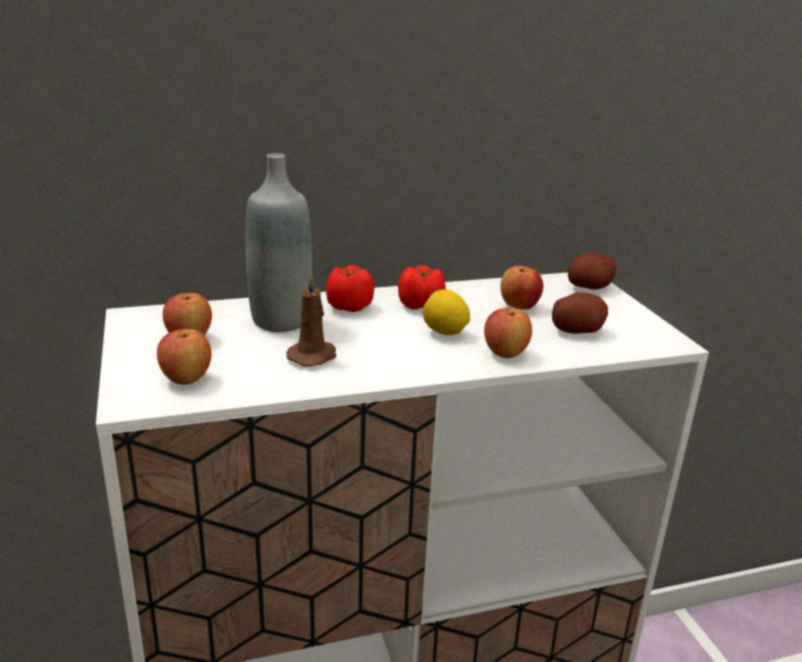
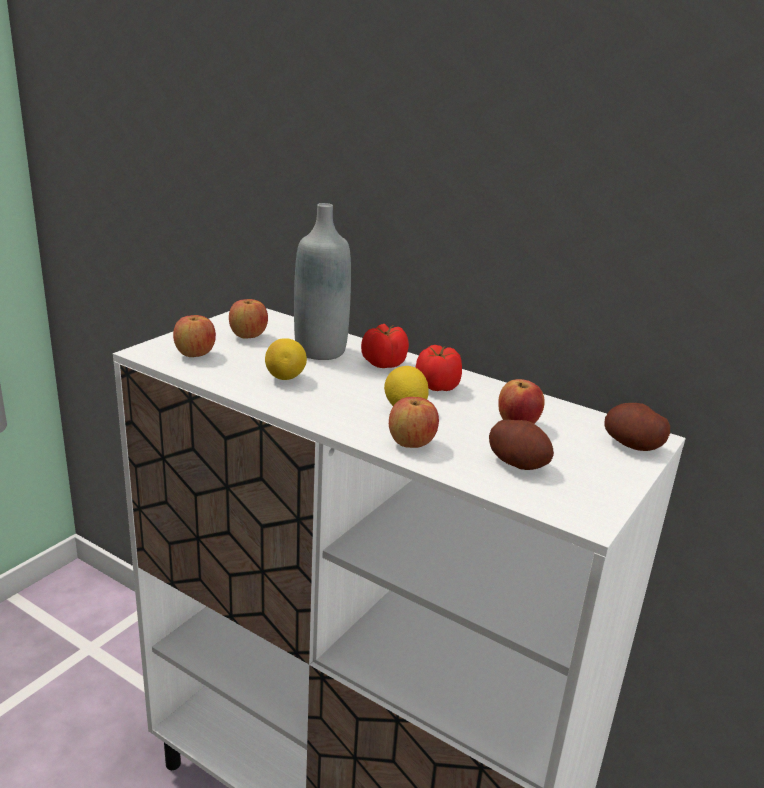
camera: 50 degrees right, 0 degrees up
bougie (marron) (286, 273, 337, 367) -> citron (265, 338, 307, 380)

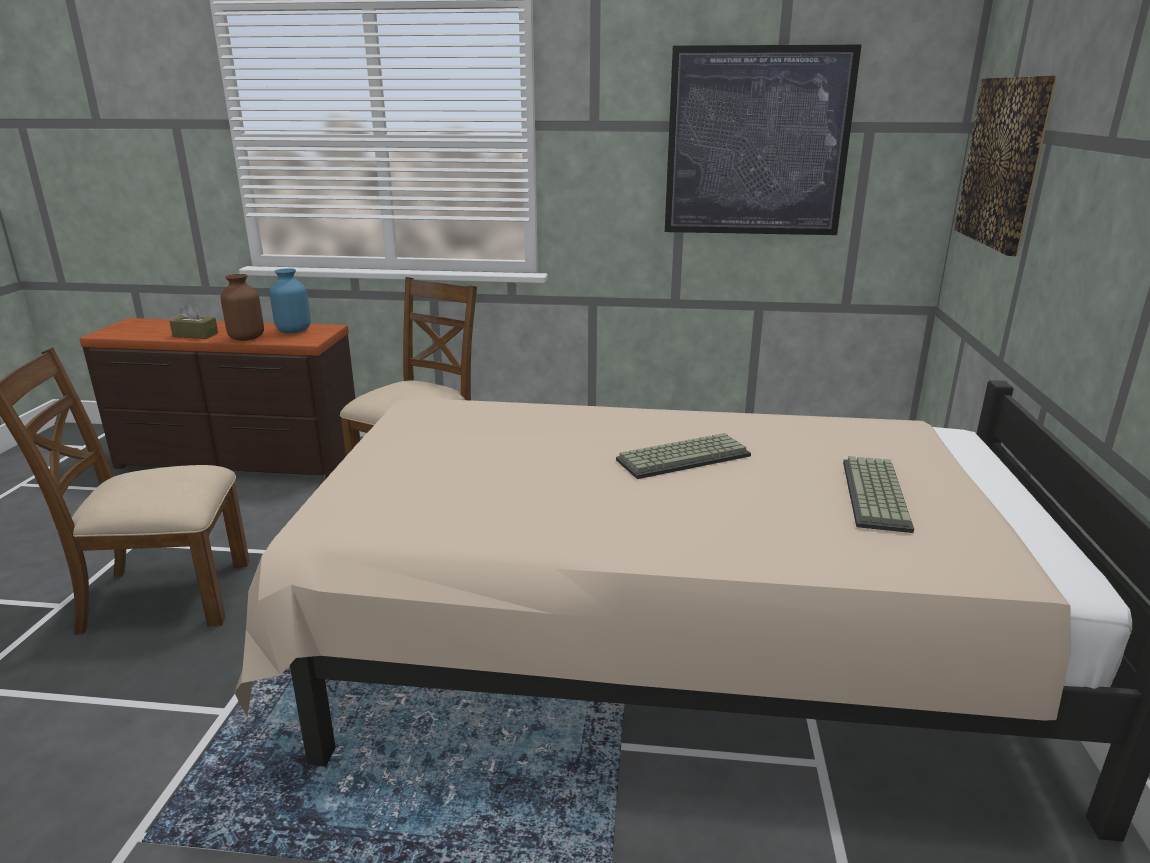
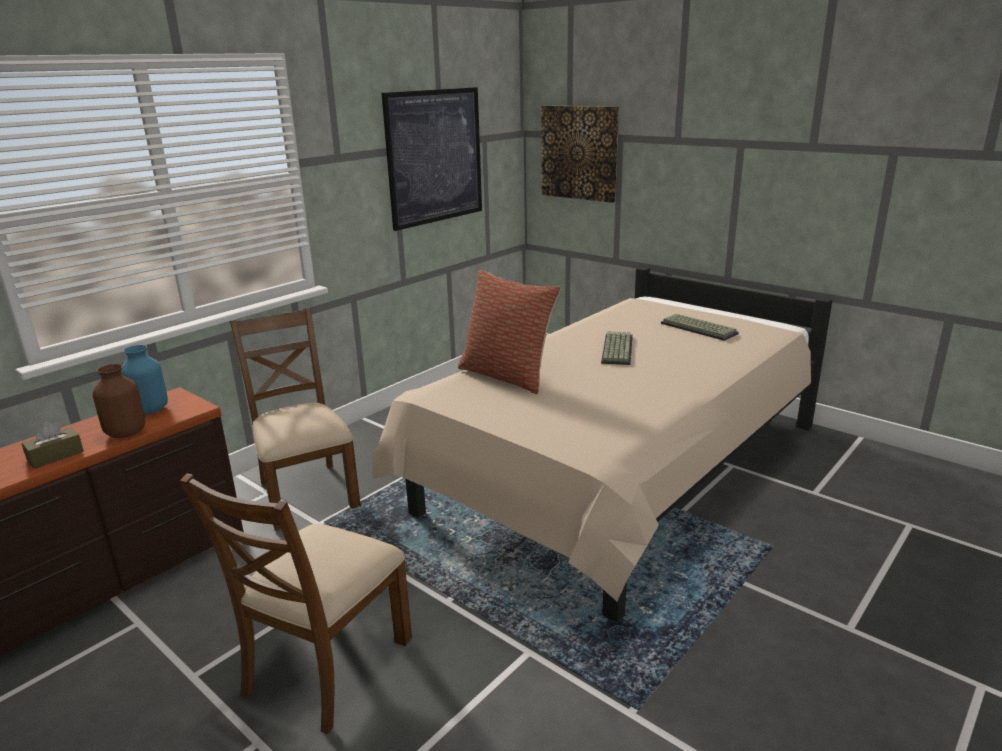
camera: 55 degrees left, 0 degrees up
none -> coussin (458, 270, 561, 394)

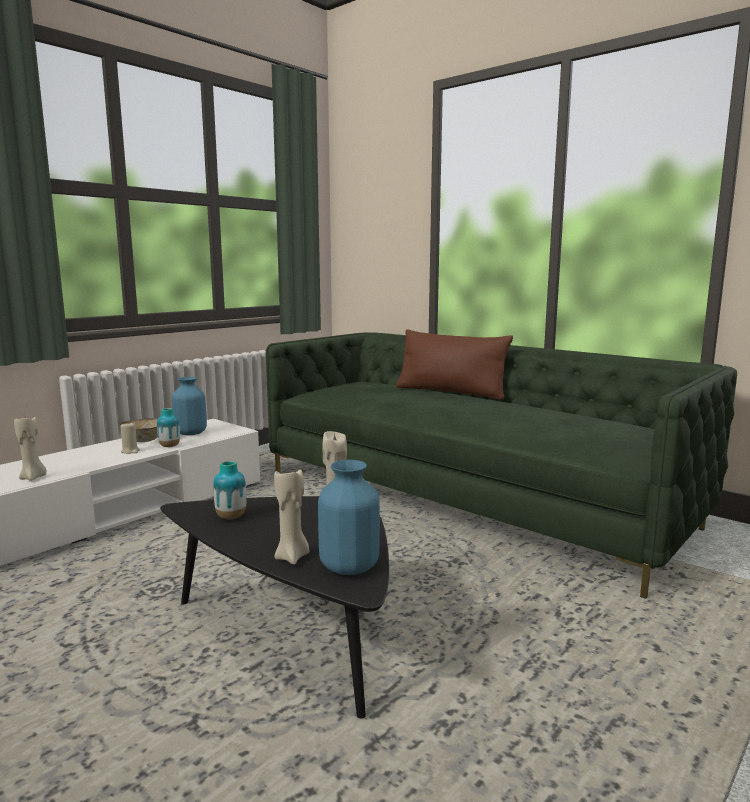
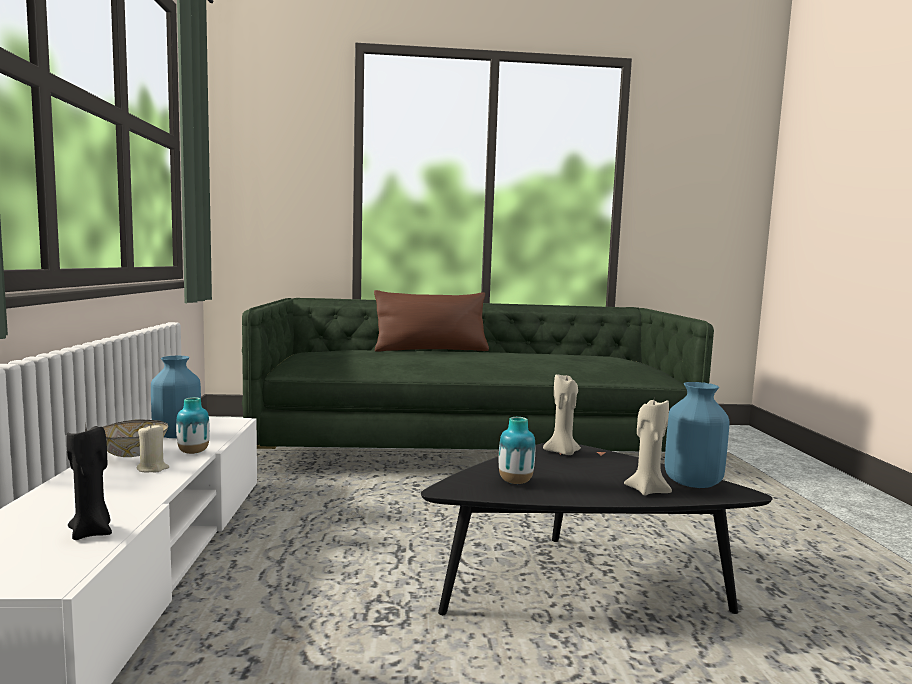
camera: 45 degrees left, 5 degrees down
bougie (beige) (14, 417, 47, 481) -> bougie (noir) (66, 426, 112, 540)

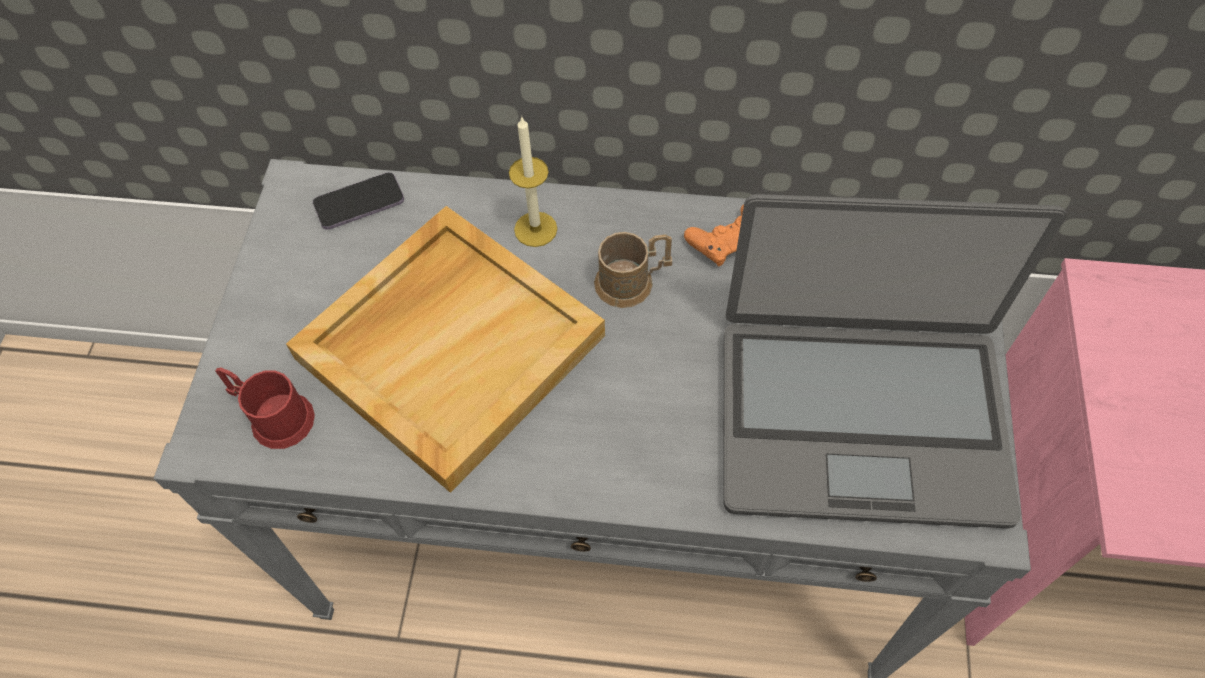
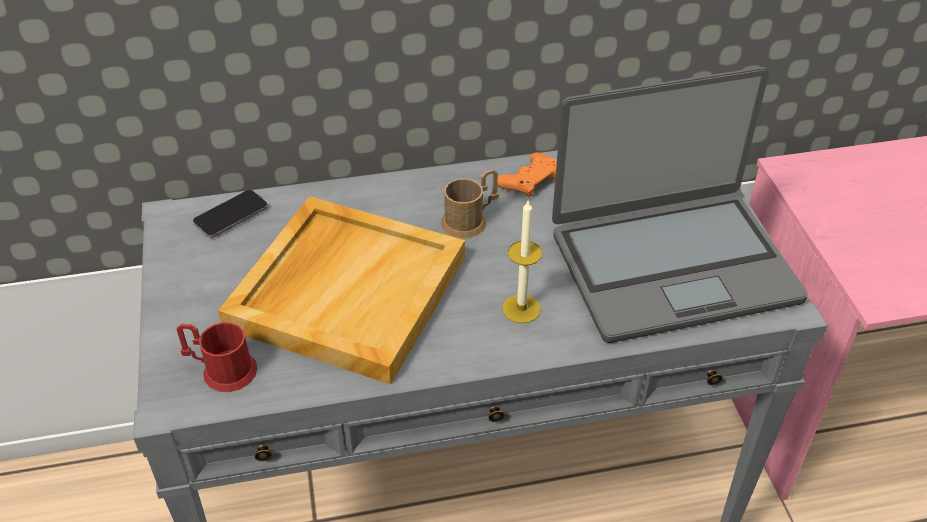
camera: 20 degrees left, 15 degrees down
bougie (509, 116, 557, 247) -> bougie (502, 199, 542, 323), shifted

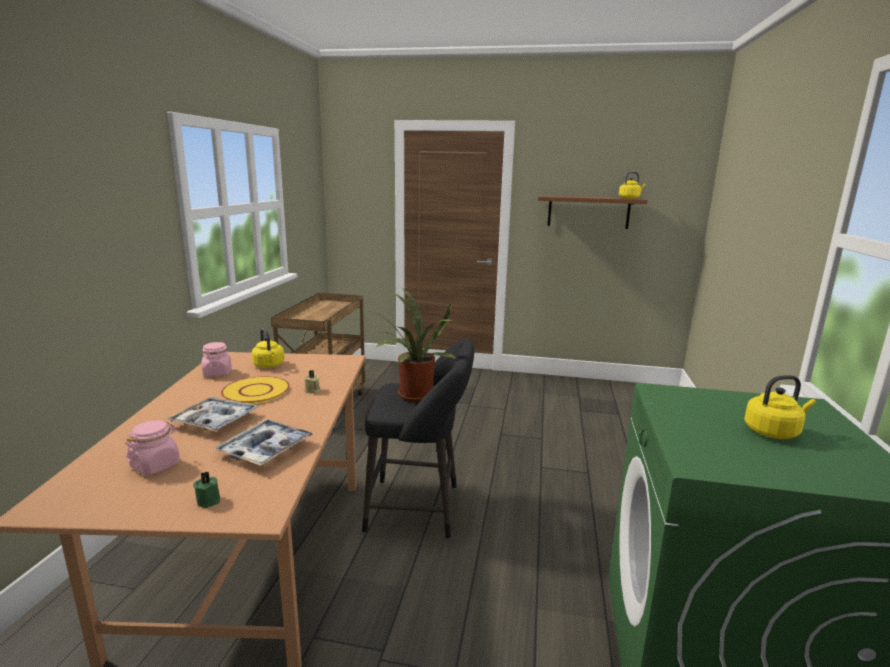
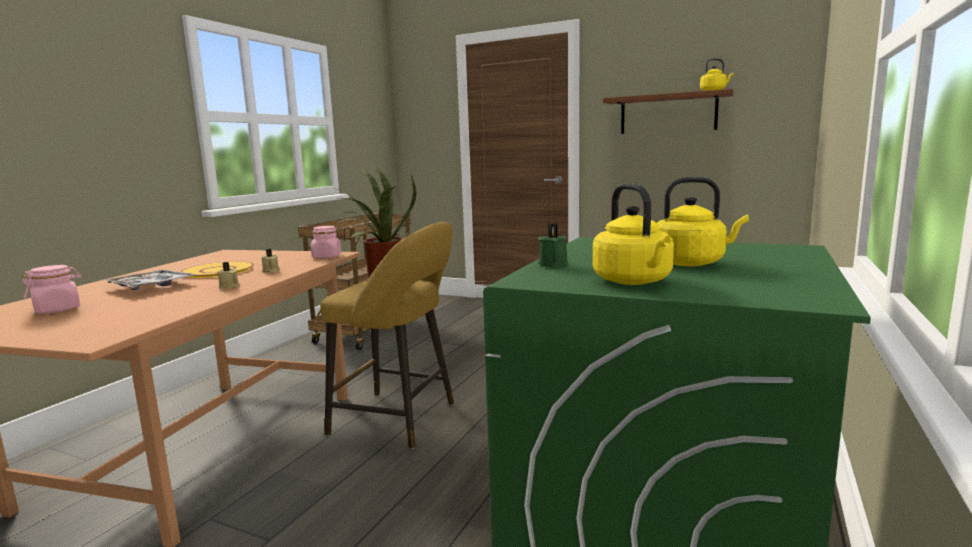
camera: 15 degrees right, 5 degrees down
plateau (213, 419, 314, 466) -> none
none -> bougie (beige) (217, 262, 240, 290)
bougie (vert) (193, 471, 220, 508) -> bougie (vert) (538, 223, 569, 268), shifted
bocal (rose) (202, 342, 231, 377) -> bocal (rose) (311, 226, 341, 258), shifted
bouilloire (jaune) (252, 328, 284, 368) -> bouilloire (jaune) (593, 183, 674, 285), shifted
tabouret (noir) (362, 338, 474, 539) -> tabouret (jaune) (320, 222, 454, 449)

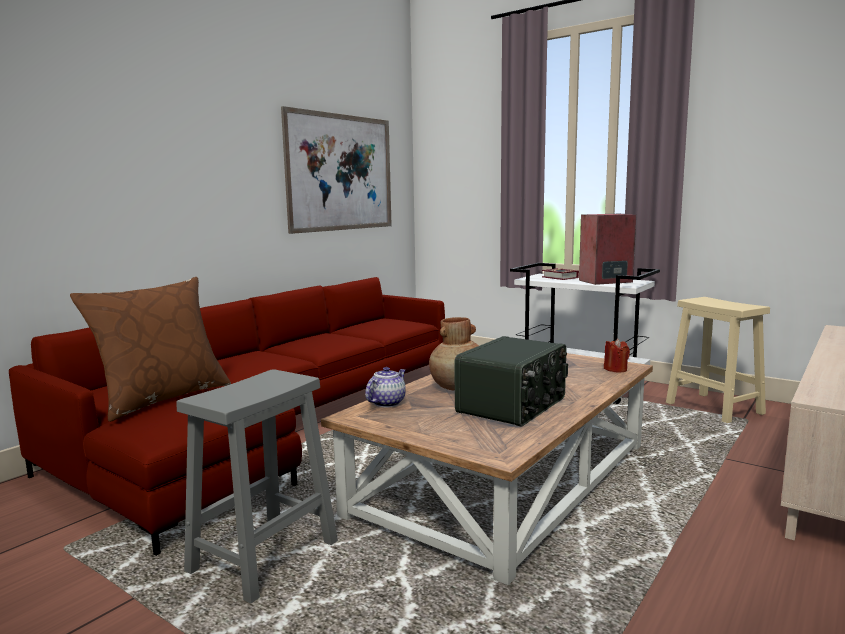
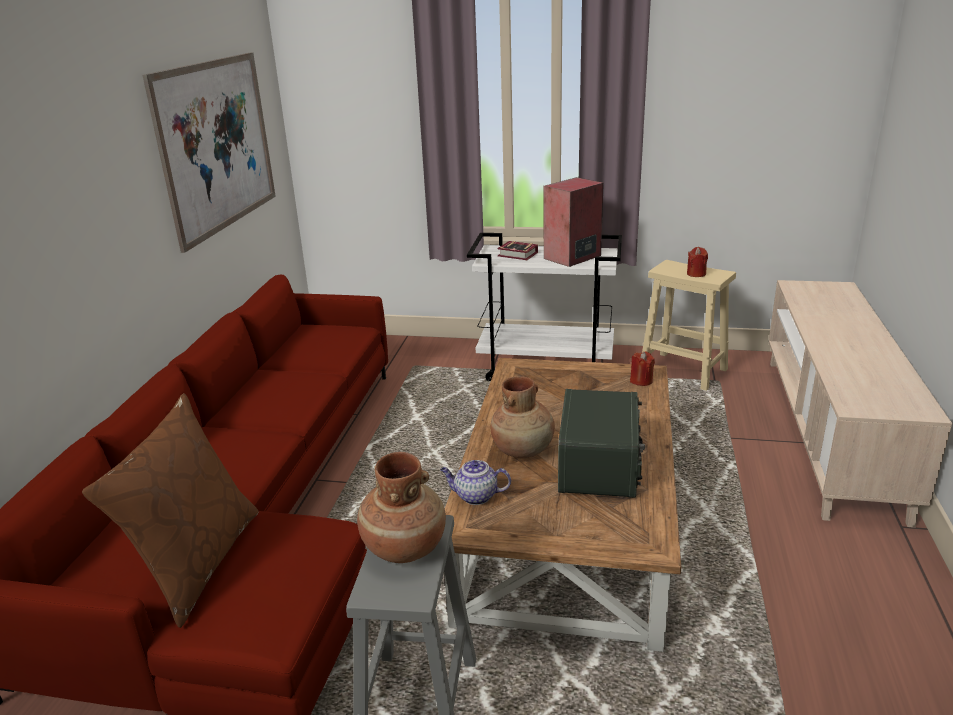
camera: 25 degrees left, 15 degrees up
none -> vase (marron) (357, 452, 446, 563)
none -> bougie (rouge) (687, 247, 708, 277)
théière (365, 367, 406, 408) -> théière (440, 460, 511, 505), 90 degrees counterclockwise

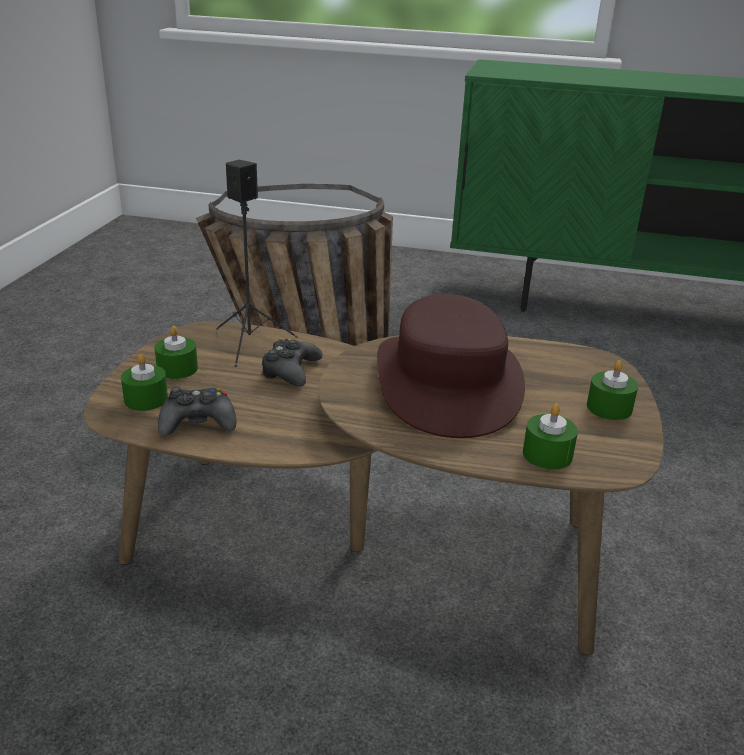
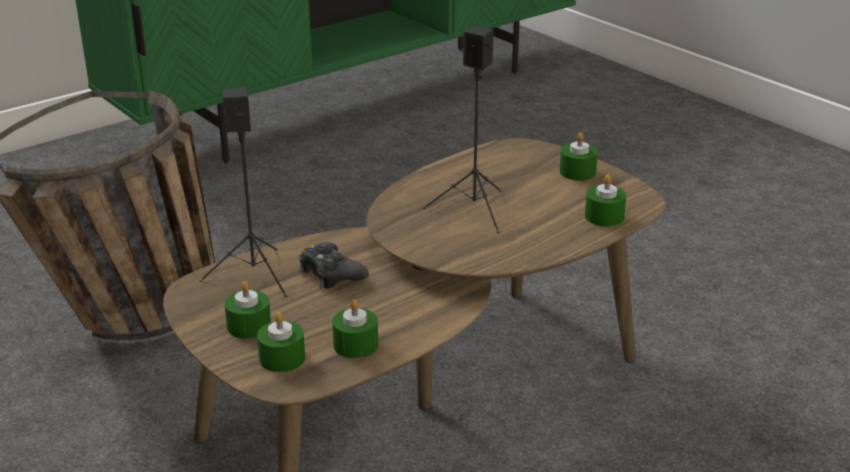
camera: 50 degrees left, 0 degrees up
manette (noir) (158, 387, 236, 436) -> bougie (vert) (332, 299, 378, 358)
chapeau (marron) (377, 294, 525, 438) -> enceinte (noir) (423, 26, 502, 233)

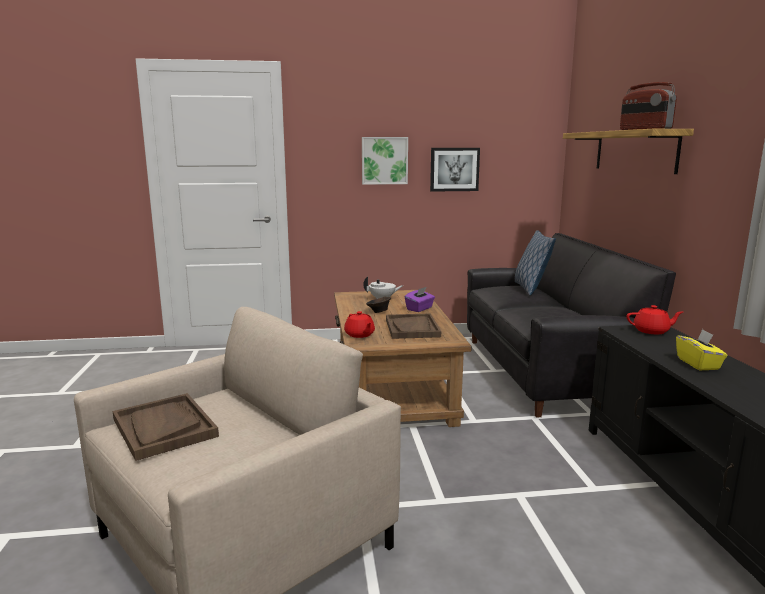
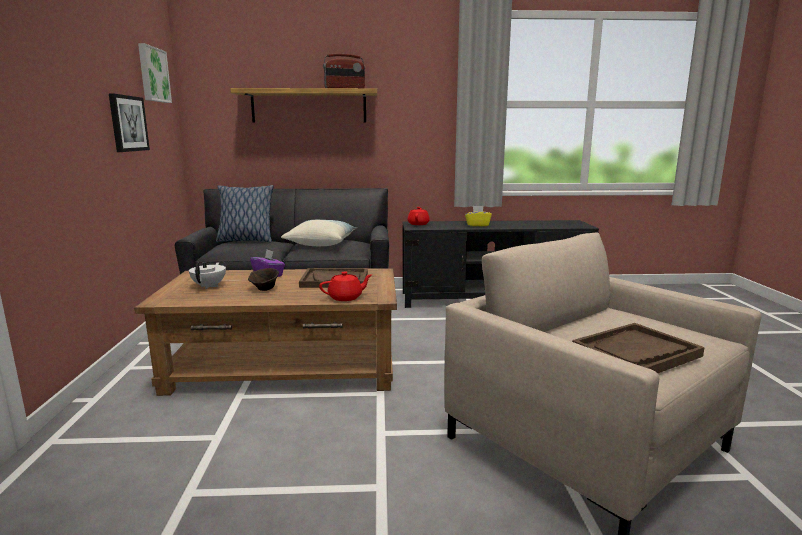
camera: 85 degrees left, 0 degrees up
none -> coussin (281, 220, 357, 246)
tableau (362, 137, 408, 185) -> tableau (138, 43, 172, 103), shifted

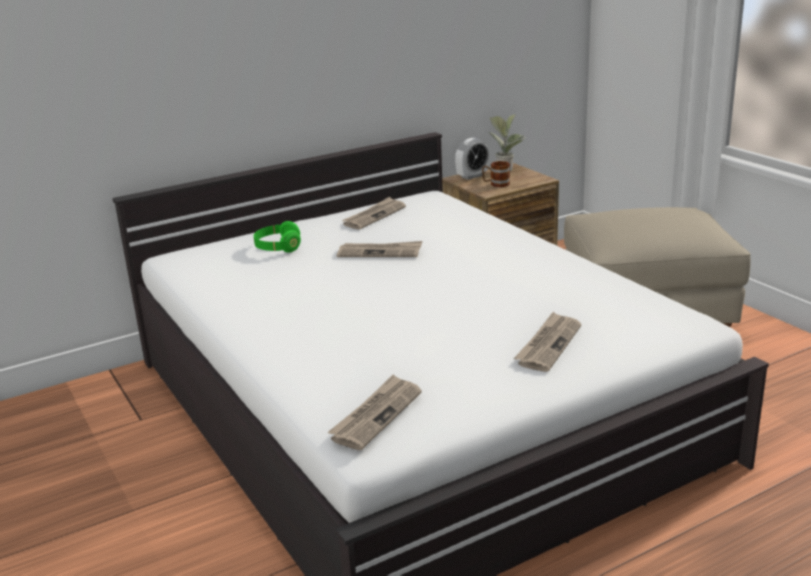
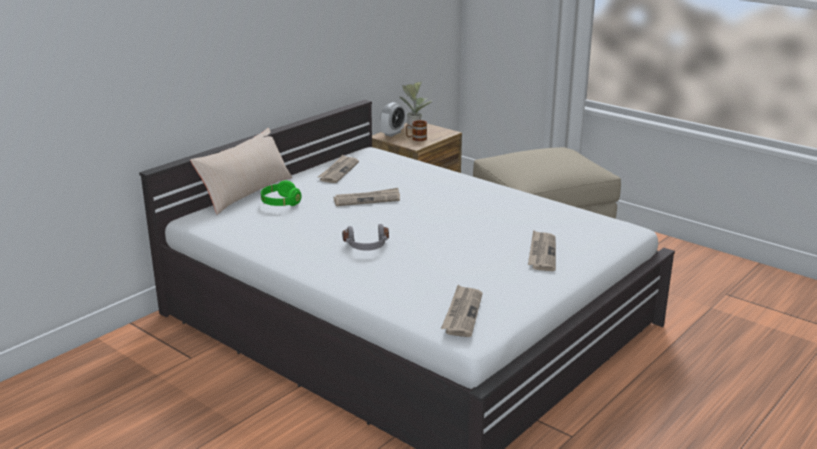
camera: 20 degrees left, 0 degrees up
none -> coussin (beige) (190, 128, 292, 215)
none -> casque audio (gris) (342, 224, 389, 251)

